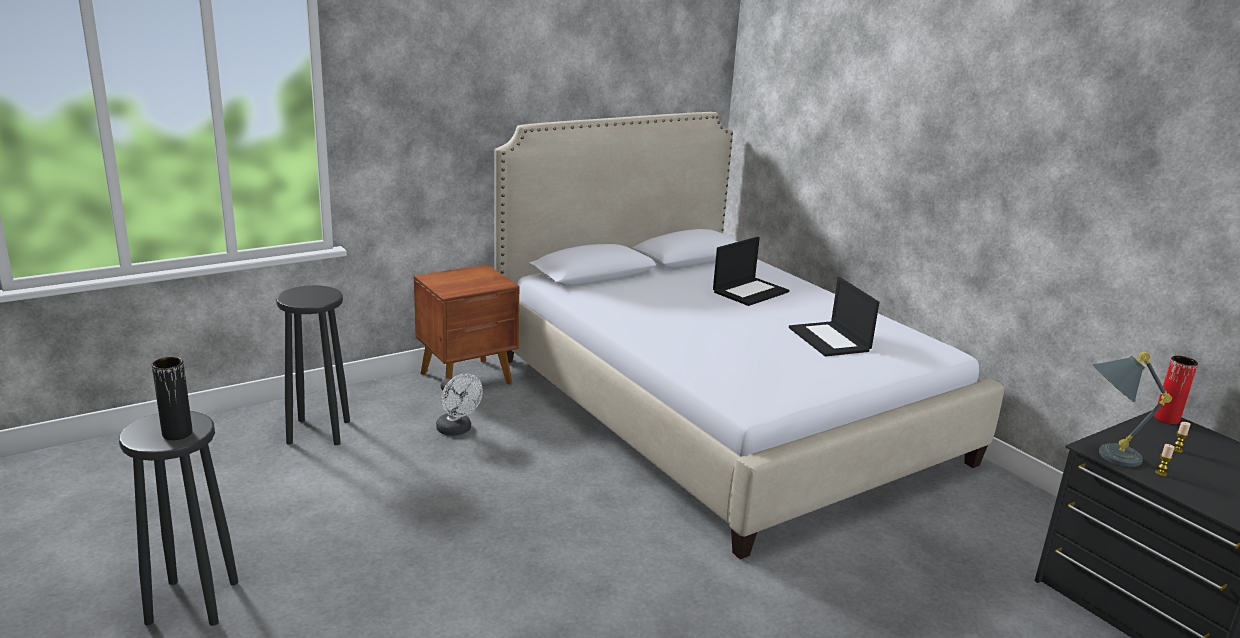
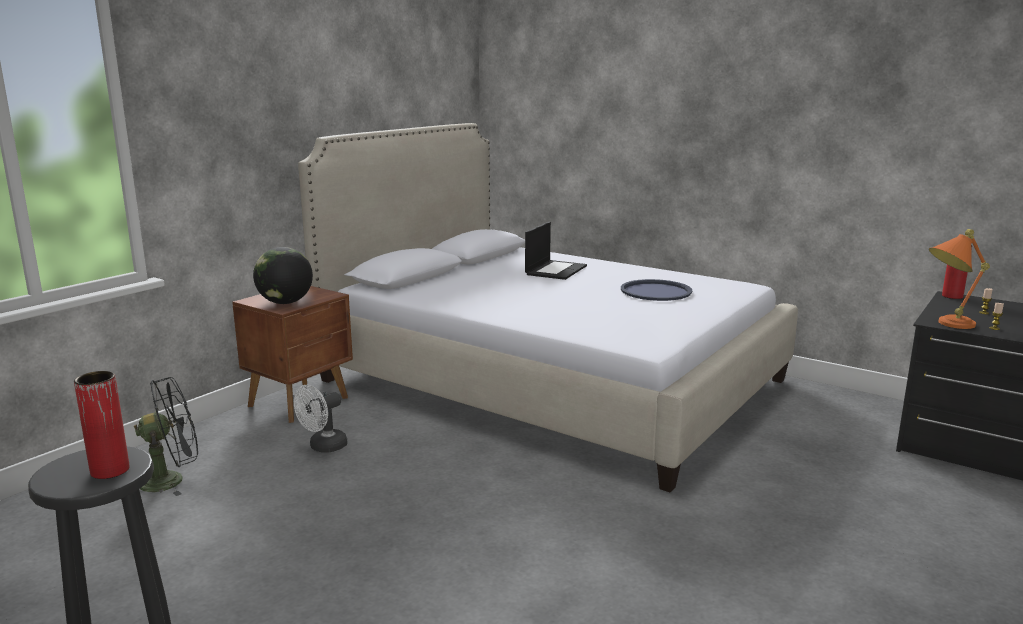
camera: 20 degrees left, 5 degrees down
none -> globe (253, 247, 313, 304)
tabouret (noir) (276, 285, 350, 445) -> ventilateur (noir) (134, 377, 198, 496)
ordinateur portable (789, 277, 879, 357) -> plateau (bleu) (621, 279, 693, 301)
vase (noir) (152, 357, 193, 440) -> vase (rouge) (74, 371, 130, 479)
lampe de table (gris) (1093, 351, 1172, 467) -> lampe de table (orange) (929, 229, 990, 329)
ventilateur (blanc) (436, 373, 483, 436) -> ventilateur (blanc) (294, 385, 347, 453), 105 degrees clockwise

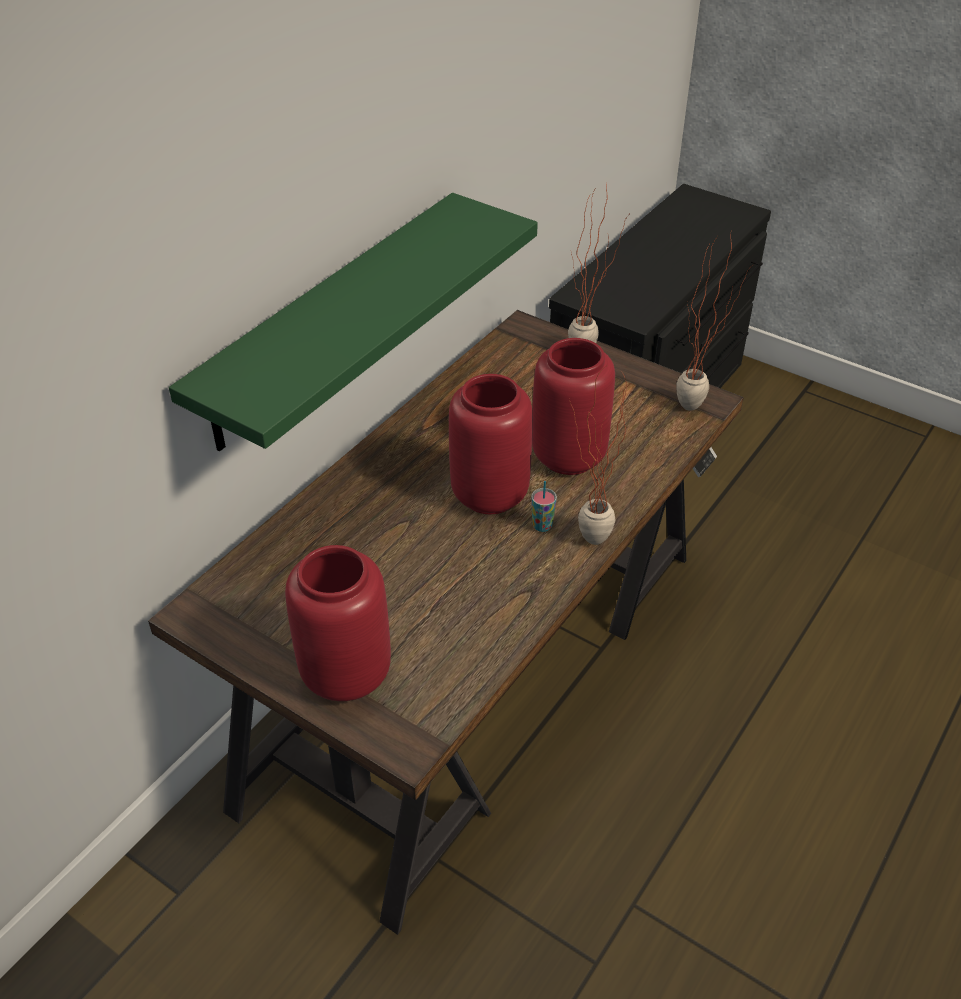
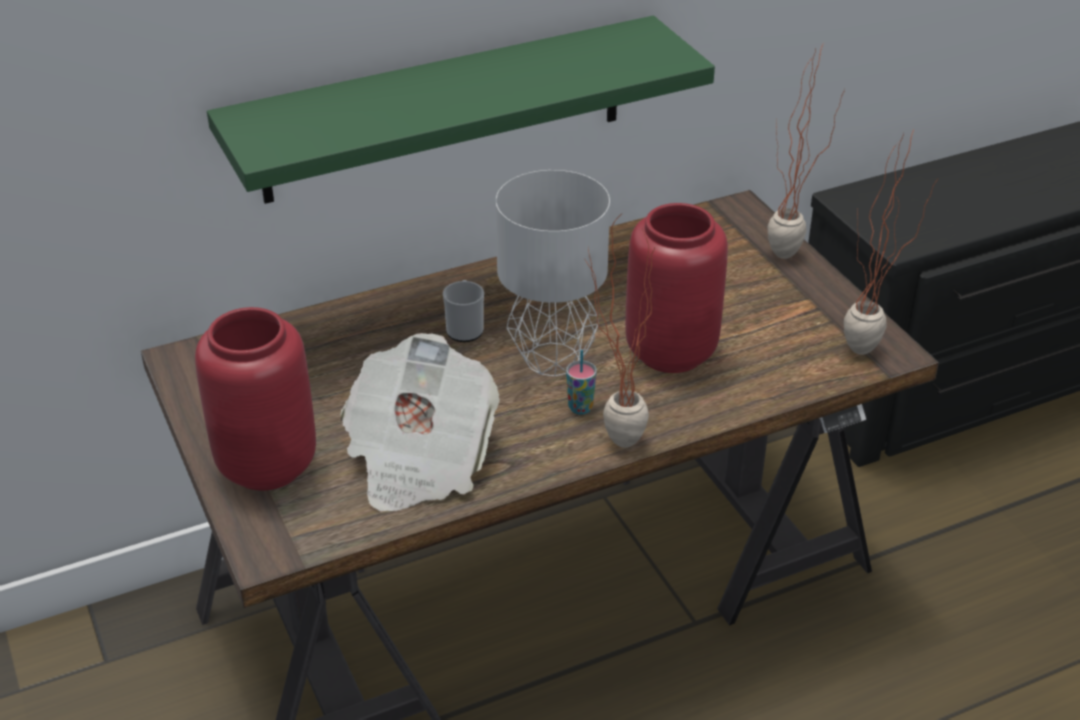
camera: 30 degrees right, 5 degrees down
none -> journal (340, 333, 500, 511)
none -> mug (443, 280, 484, 342)
vase (rouge) (449, 374, 533, 514) -> lampe de table (gris) (496, 170, 610, 376)

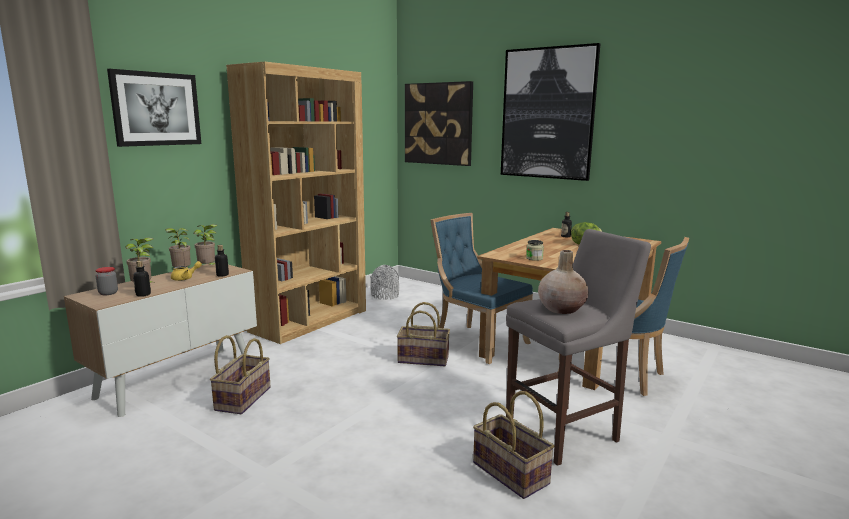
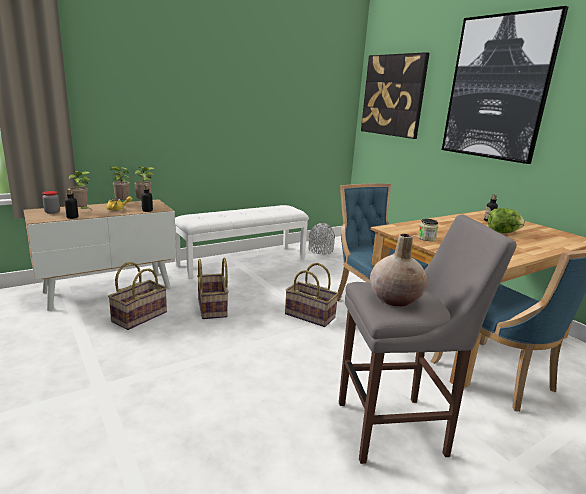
camera: 20 degrees right, 5 degrees up
tableau (107, 69, 201, 147) -> none
panier (473, 391, 555, 499) -> panier (197, 258, 229, 319), shifted
bibliothèque (marron) (226, 62, 366, 344) -> banc (blanc) (175, 205, 309, 279)

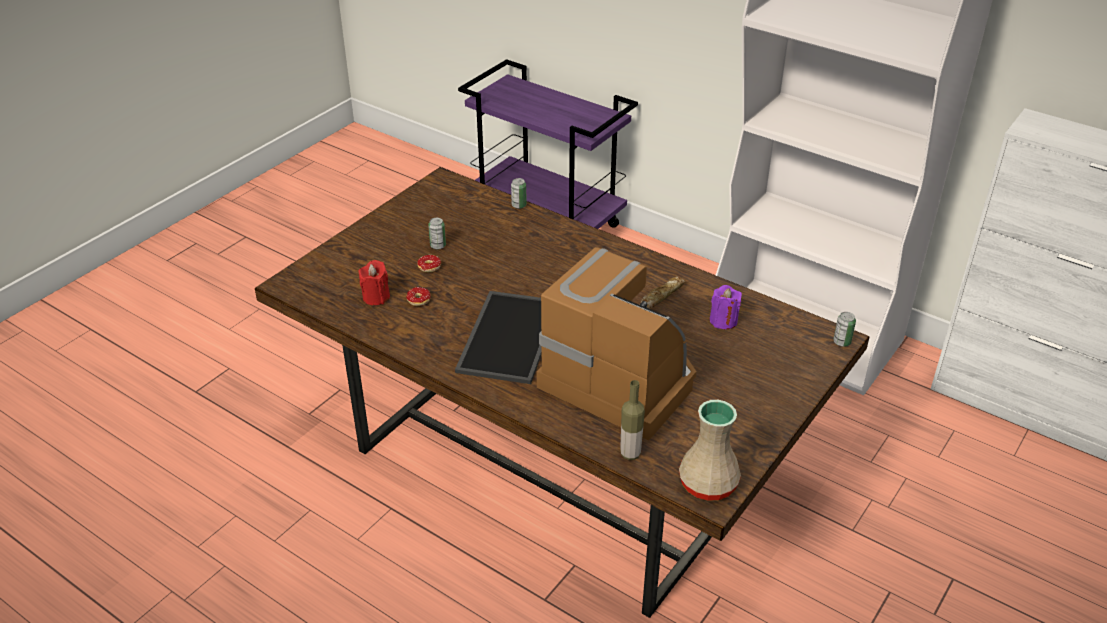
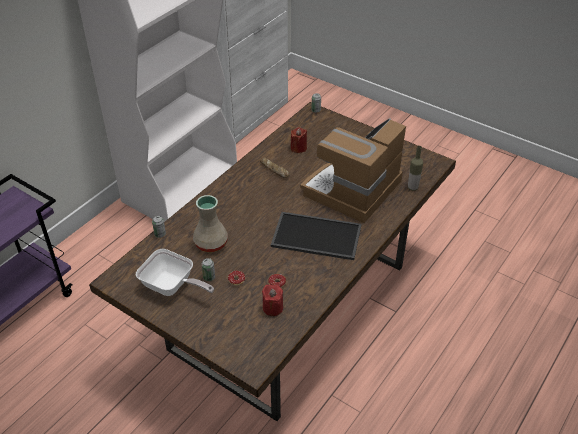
camera: 90 degrees left, 5 degrees up
none -> poêle (136, 249, 214, 296)
vase (beige) (679, 400, 741, 501) -> vase (beige) (193, 195, 228, 252), shifted
bougie (violet) (710, 285, 742, 329) -> bougie (rouge) (291, 127, 307, 153)

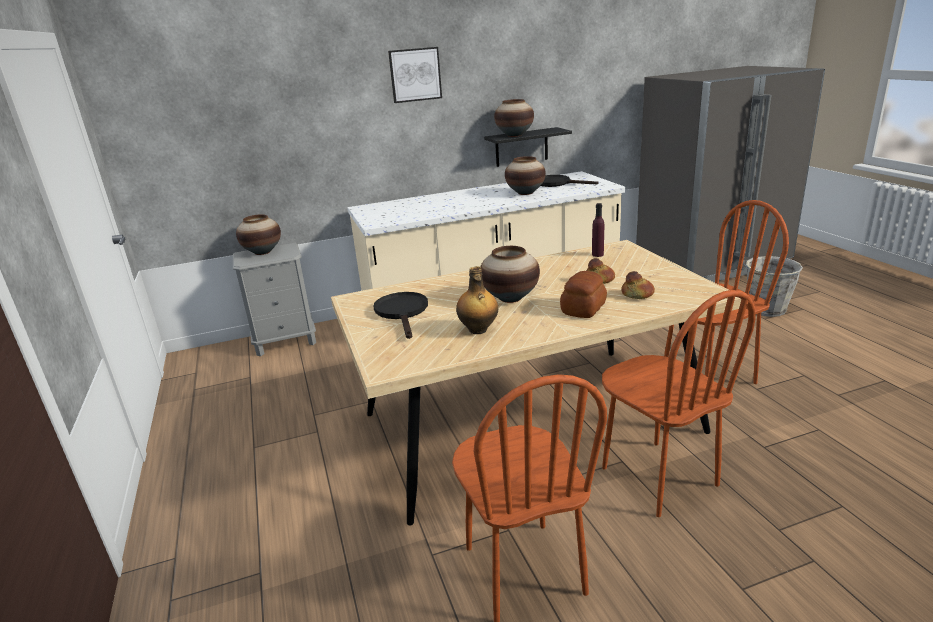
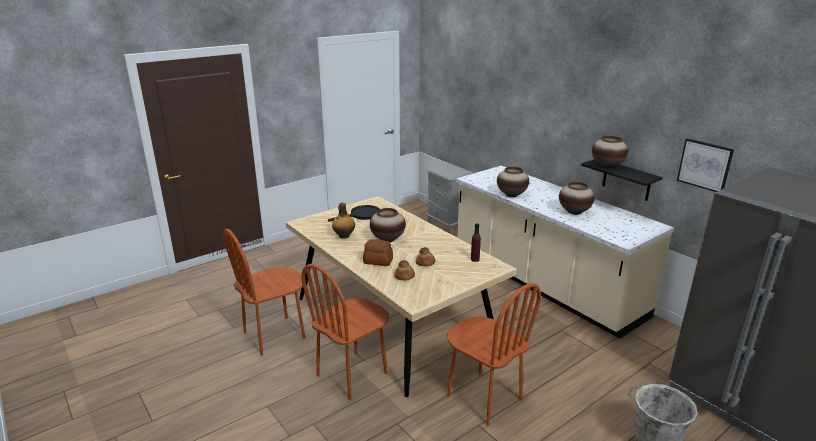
camera: 70 degrees right, 0 degrees up
poêle (noir) (541, 175, 598, 187) -> none
vase (236, 214, 281, 255) -> vase (497, 167, 529, 197), shifted
tableau (388, 47, 442, 103) -> tableau (677, 138, 734, 192), shifted

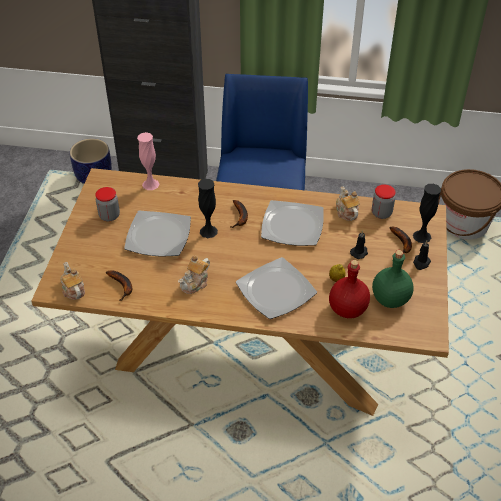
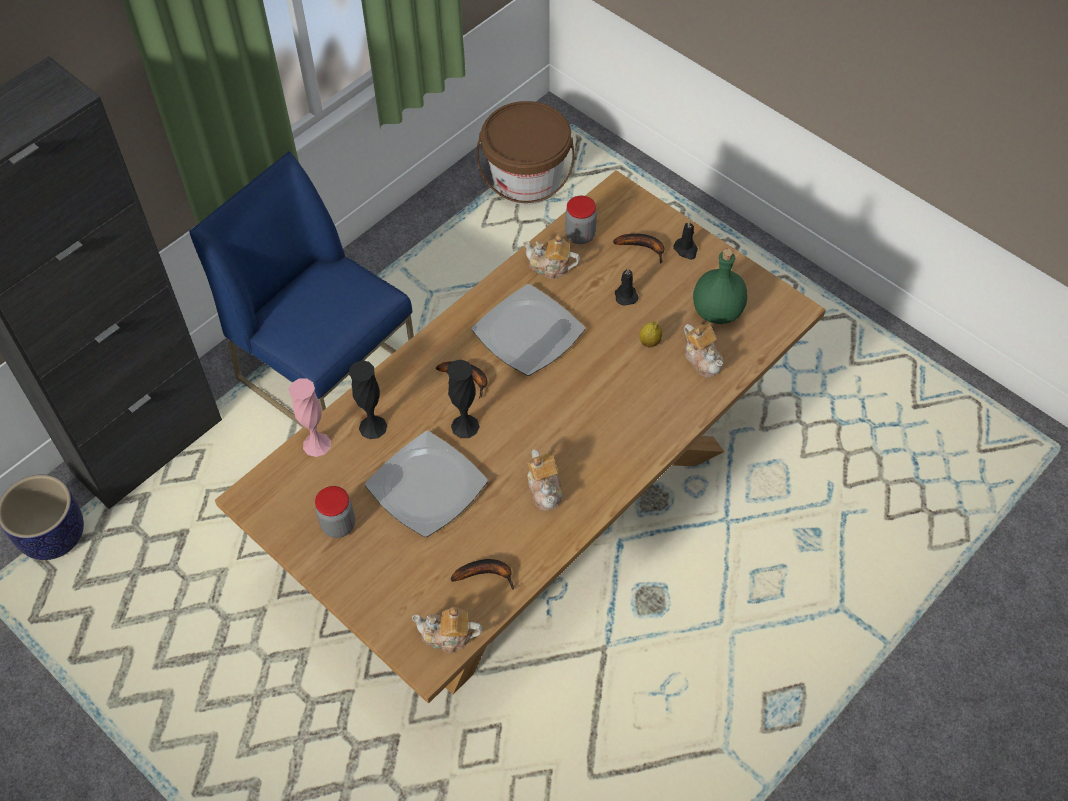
camera: 55 degrees left, 10 degrees up
assiette (236, 257, 317, 319) -> none
vase (noir) (413, 184, 441, 243) -> vase (noir) (349, 360, 388, 439), shifted
bouteille (rouge) (329, 260, 370, 319) -> théière (684, 324, 724, 378)

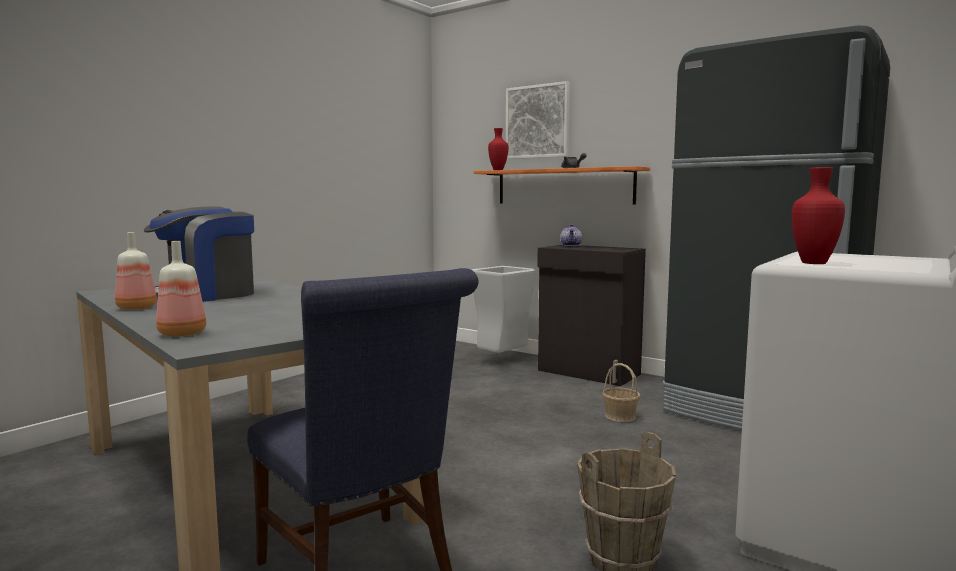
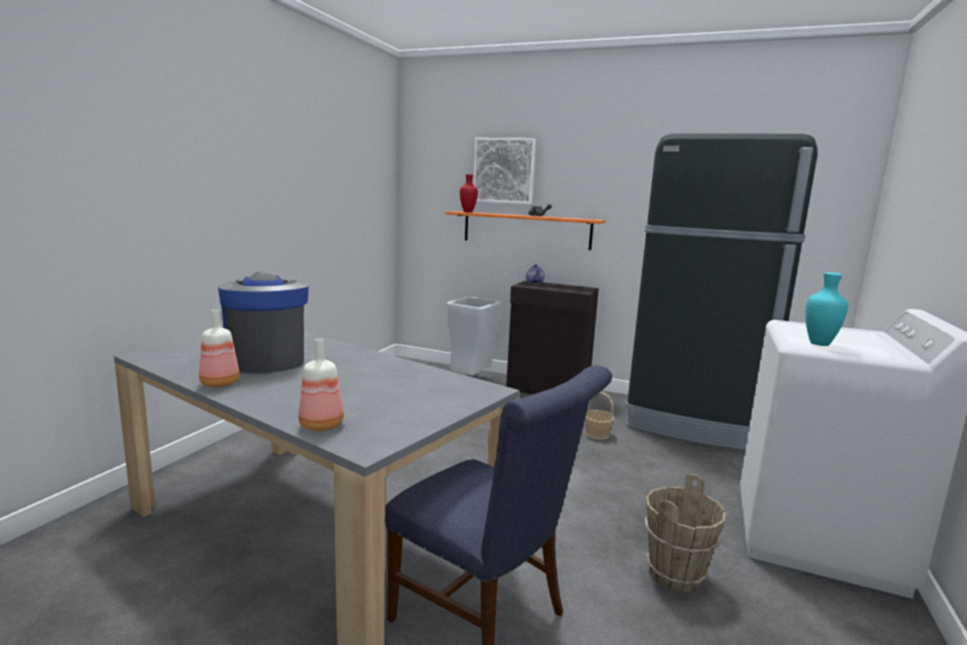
camera: 15 degrees left, 5 degrees up
vase (rouge) (792, 167, 845, 264) -> vase (turquoise) (805, 272, 848, 346)
machine à café (143, 206, 254, 302) -> machine à café (218, 273, 309, 373), 120 degrees clockwise

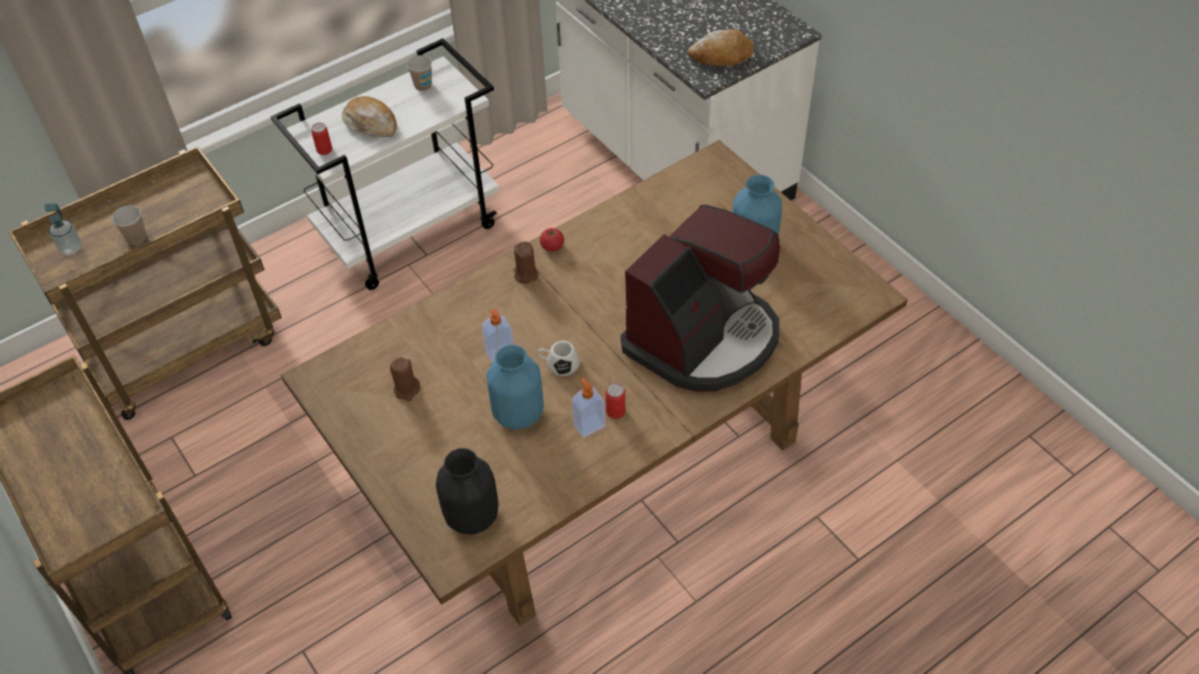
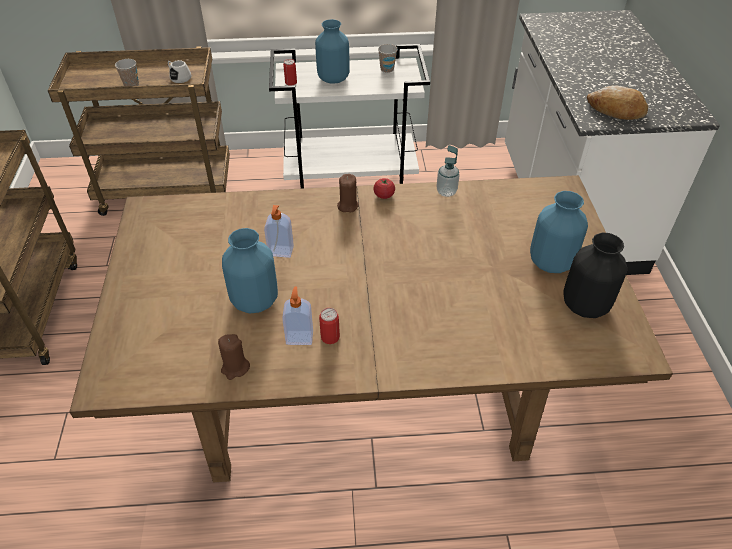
camera: 30 degrees right, 5 degrees down
machine à café (621, 204, 780, 392) -> none
distributeur de savon (45, 204, 82, 255) -> distributeur de savon (437, 145, 460, 197), shifted
bougie (marron) (390, 357, 420, 401) -> bougie (marron) (218, 334, 250, 380), shifted
vase (noir) (436, 448, 499, 534) -> vase (noir) (563, 233, 627, 318), shifted
mug (blanc) (537, 341, 580, 376) -> mug (blanc) (168, 60, 191, 83), shifted
pain (342, 96, 397, 137) -> vase (bleu) (315, 19, 350, 84)

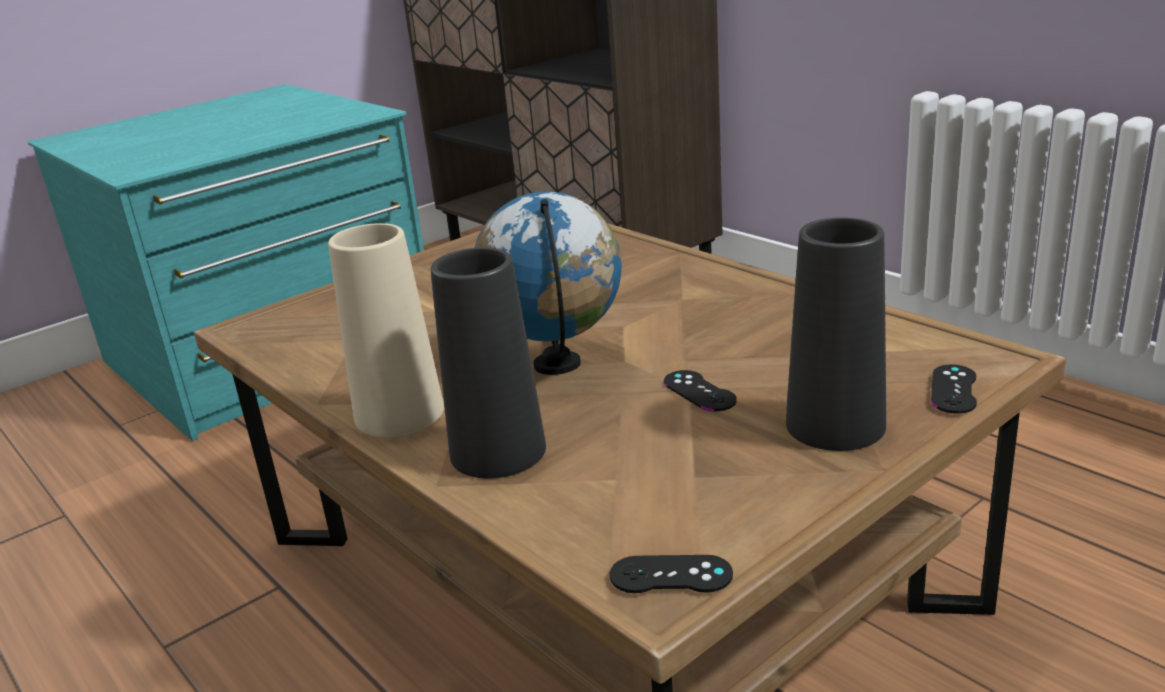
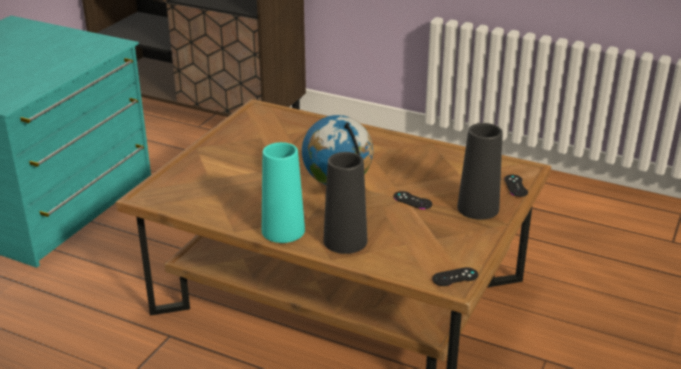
camera: 25 degrees left, 5 degrees up
vase (beige) (328, 223, 444, 437) -> vase (turquoise) (262, 142, 305, 243)

